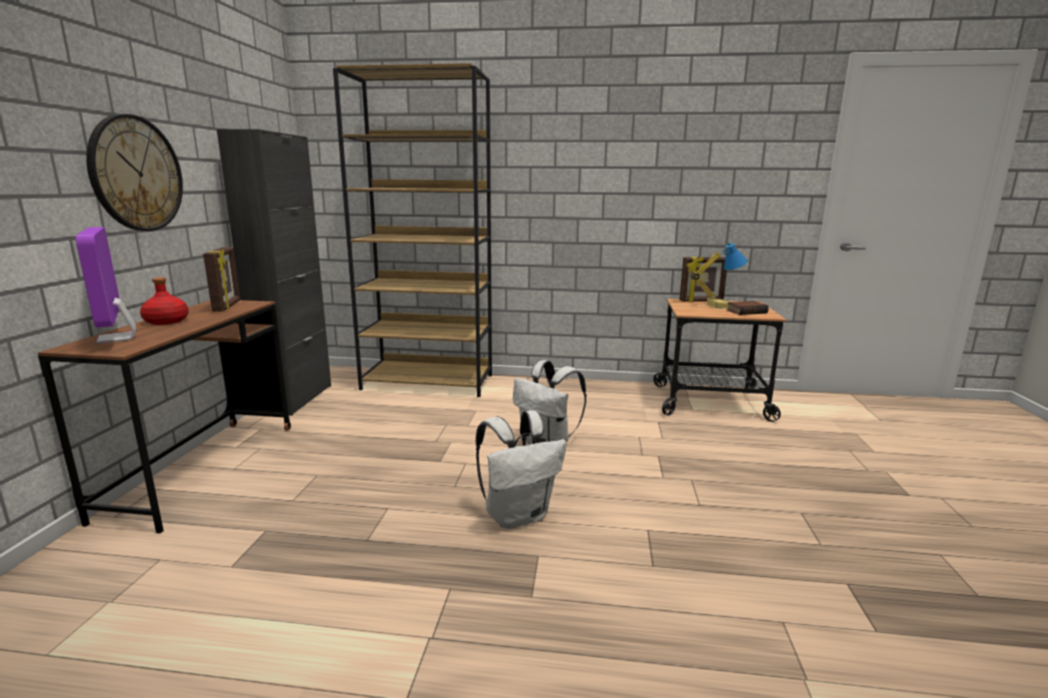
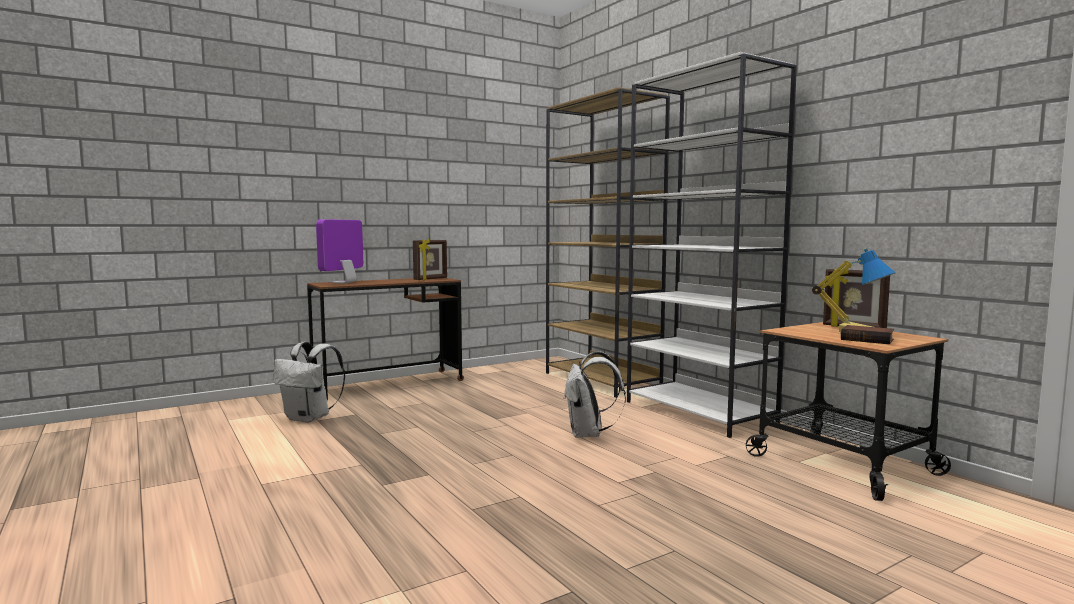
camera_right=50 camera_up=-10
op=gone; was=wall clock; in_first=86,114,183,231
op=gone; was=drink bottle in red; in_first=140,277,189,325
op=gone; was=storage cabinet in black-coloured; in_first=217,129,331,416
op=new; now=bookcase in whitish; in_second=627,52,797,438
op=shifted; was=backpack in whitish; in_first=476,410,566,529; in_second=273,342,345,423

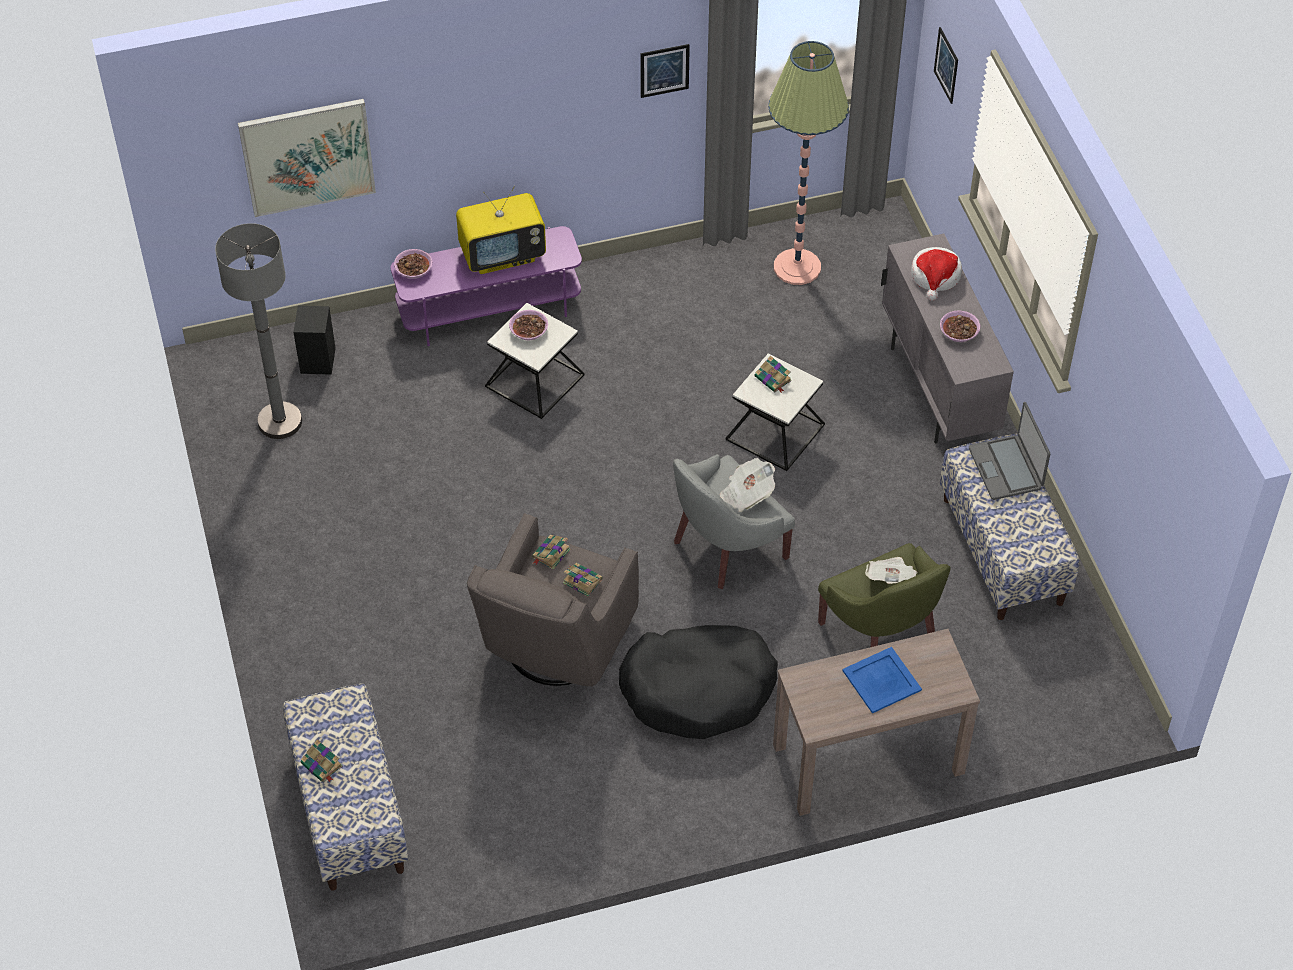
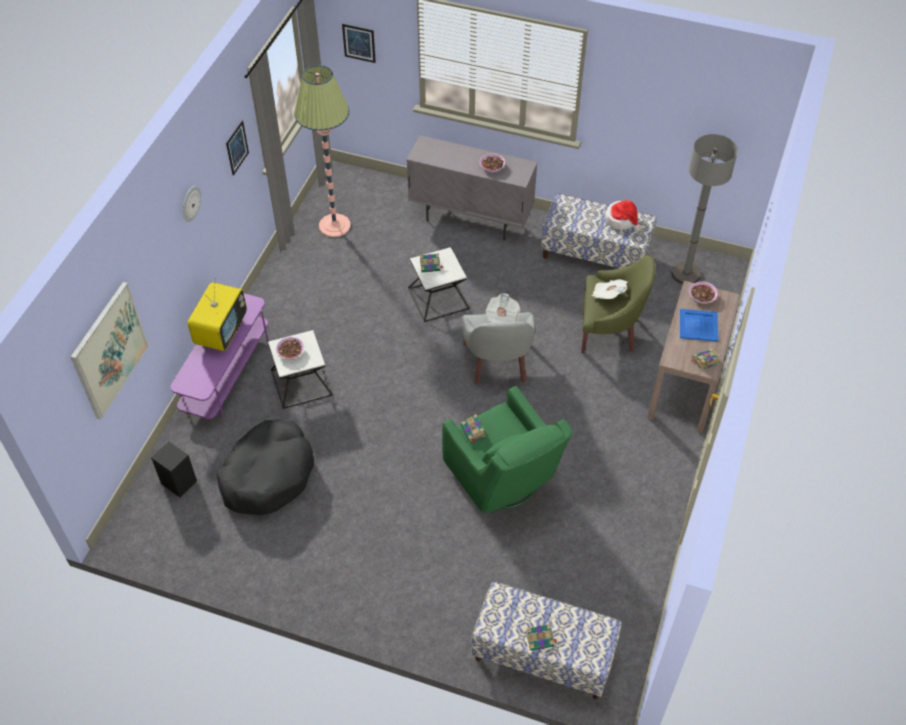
camera_right=-55 camera_up=0
op=gone; was=laptop; in_first=969,402,1050,500
op=new; now=wall clock; in_second=183,186,201,222
op=shifted; was=floor lamp in gray; in_first=215,223,302,439; in_second=671,134,738,284
op=shifted; was=bowl; in_first=394,249,432,279; in_second=689,281,718,304
op=shifted; was=bound book; in_first=563,563,603,597; in_second=690,349,721,370
op=shifted; was=pet bed in black-coloured; in_first=619,625,778,739; in_second=216,419,314,515
op=shifted; was=wearable hat; in_first=911,247,962,301; in_second=605,200,641,232
op=repainted; was=easy chair in gray; now=easy chair in greenish; in_first=467,513,639,687; in_second=442,385,572,513

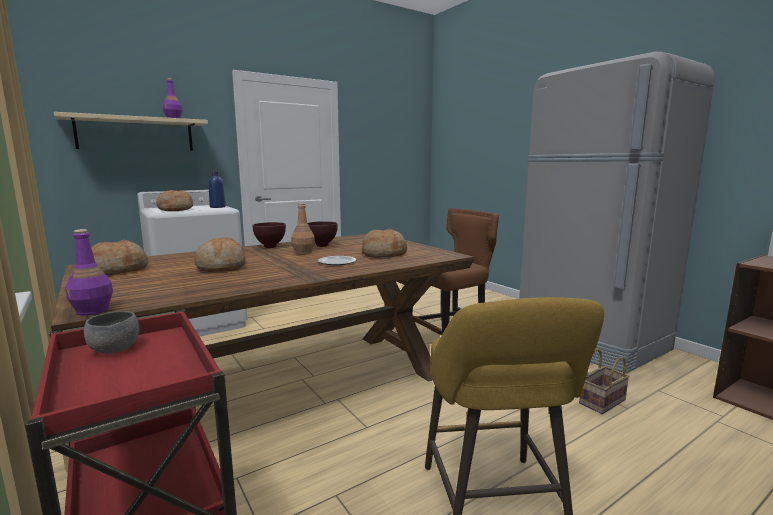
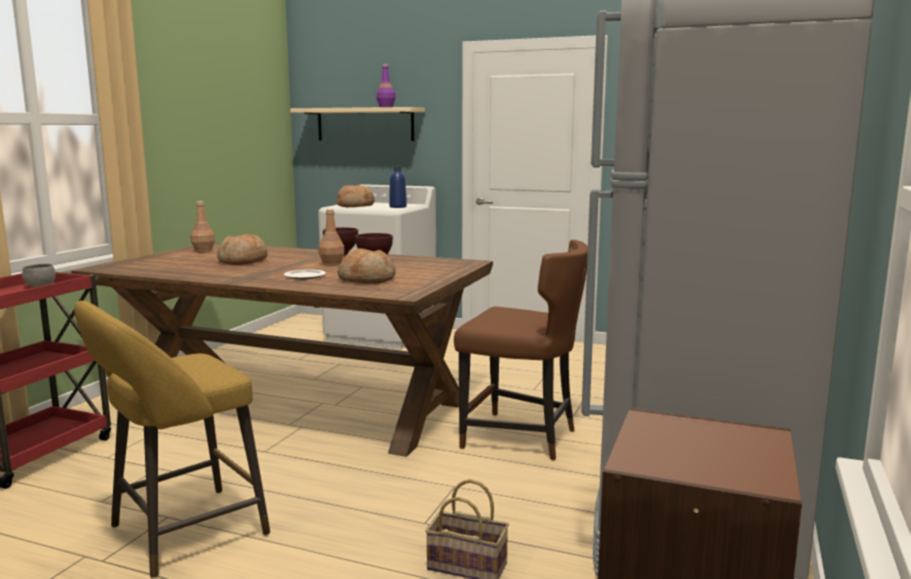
camera_right=55 camera_up=0
op=gone; was=drink bottle in purplish; in_first=65,229,113,316
op=swapped; was=bread; now=drink bottle in brown; in_first=91,240,148,276; in_second=190,201,215,252

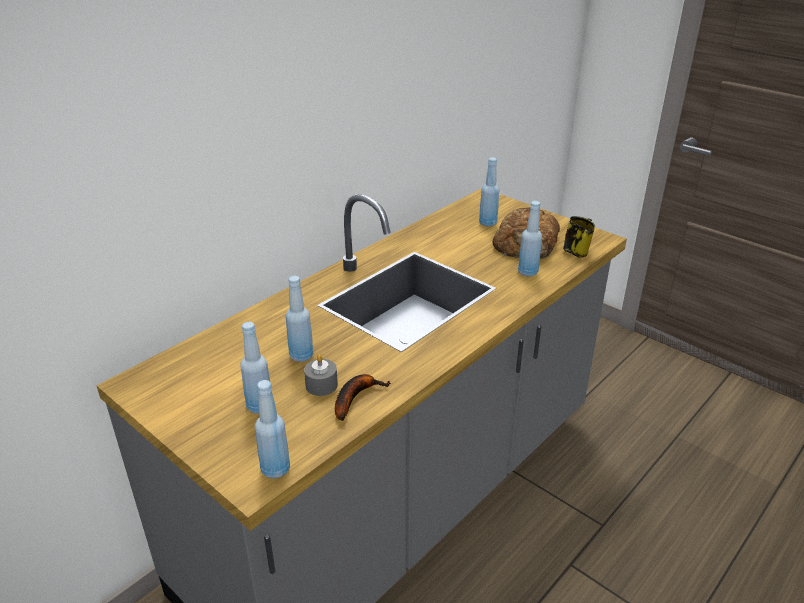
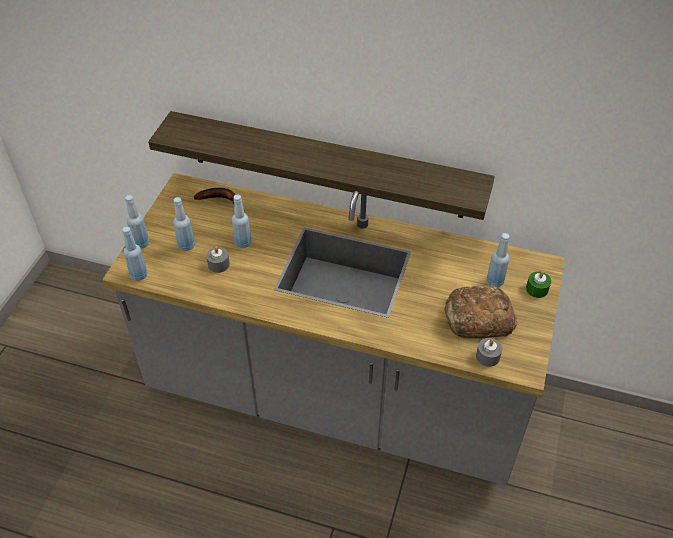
camera_right=65 camera_up=15
op=new; now=bracket shelf; in_second=148,111,495,220
op=new; now=candle in greenish; in_second=526,271,551,298
op=shifted; was=banana fruit; in_first=335,374,391,421; in_second=194,188,235,204
op=shifted; was=drink bottle in bluish; in_first=518,201,542,277; in_second=125,195,149,249
op=swapped; was=mug; now=candle in gray; in_first=563,216,595,258; in_second=476,338,502,367

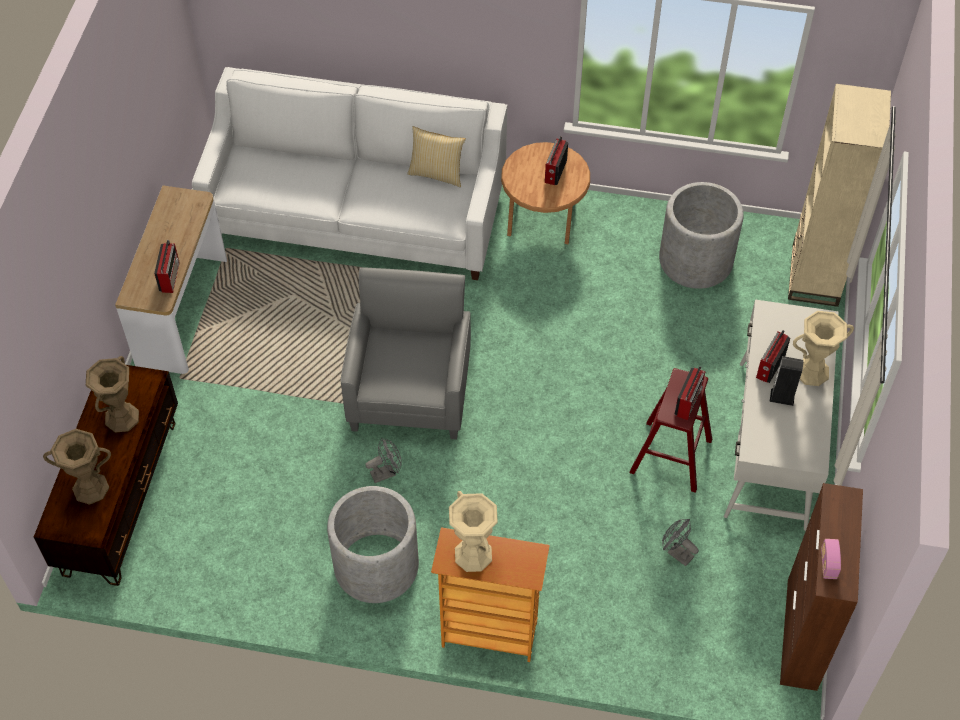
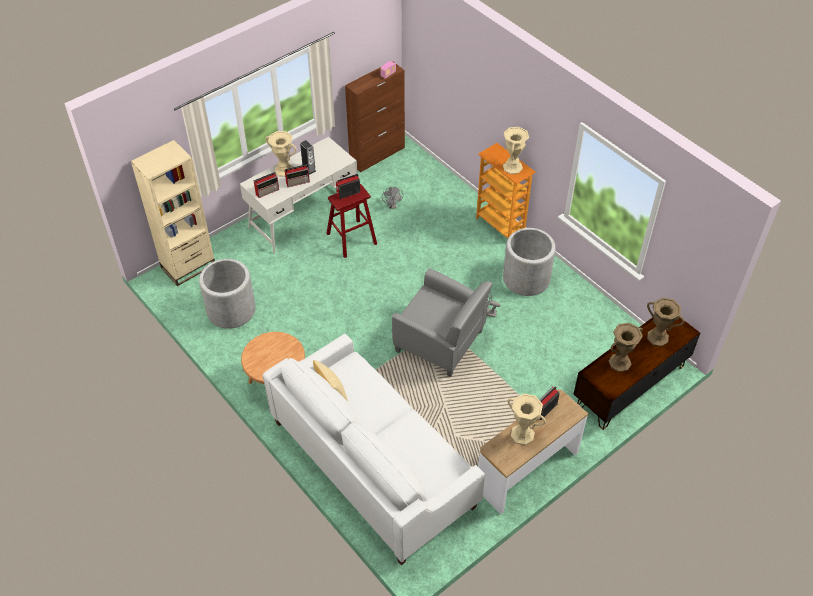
camera_right=-140 camera_up=-5
op=new; now=flower vase in beige-coloured; in_second=508,394,546,445
op=shifted; was=radio set; in_first=545,136,568,185; in_second=254,172,279,198
op=rotated; was=easy chair in gray; in_first=340,267,471,440; in_second=392,268,492,377; clockwise=-105

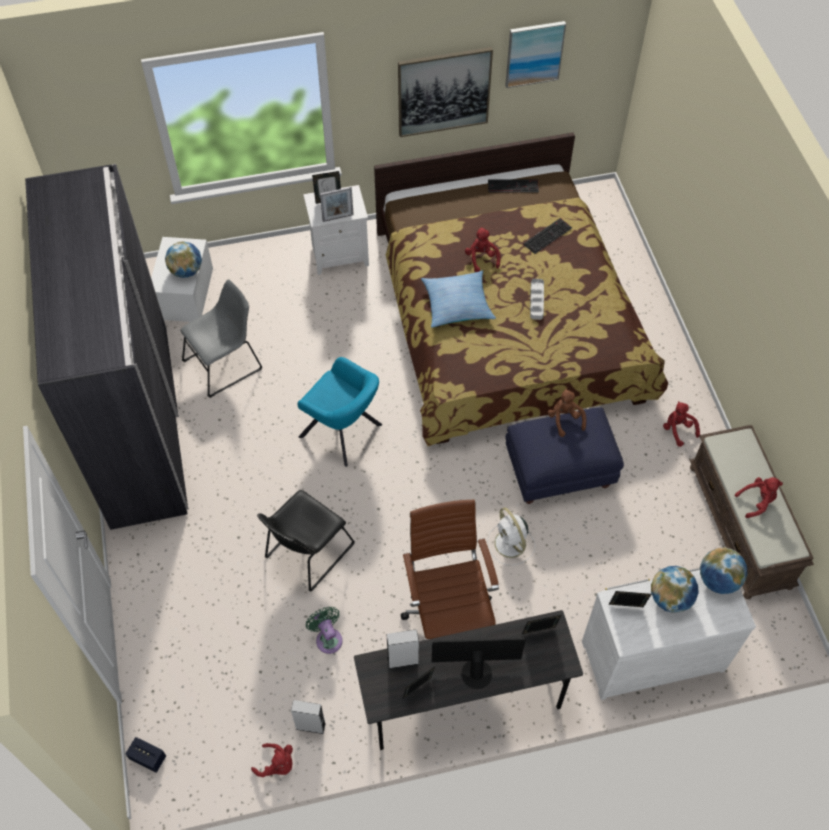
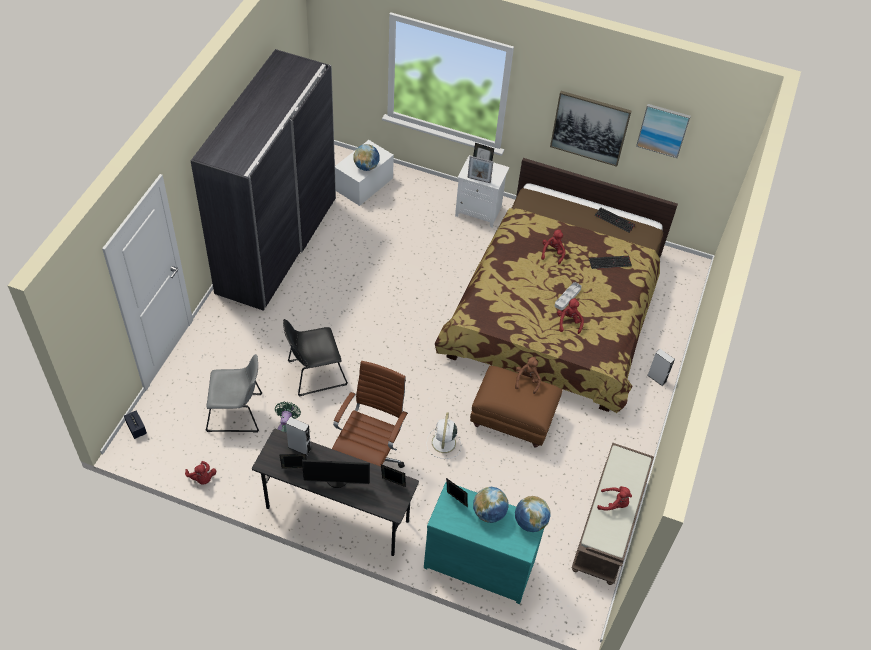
camera_right=30 camera_up=-5
op=gone; was=easy chair in turquoise-coloured; in_first=298,357,382,467
op=gone; was=cushion; in_first=421,270,496,328
op=shifted; was=plain chair in gray; in_first=181,279,262,398; in_second=206,354,262,432
op=shifted; was=audio speaker in gray; in_first=291,700,326,734; in_second=647,349,675,386
op=shifted; was=cuddly toy in red; in_first=663,401,700,447; in_second=557,298,584,334
op=repainted; was=footrest in bluish; now=footrest in brown; in_first=506,408,624,504; in_second=470,365,563,448
op=repainted; was=drawer chest in whitish; now=drawer chest in turquoise-coloured; in_first=582,568,756,700; in_second=424,482,544,604
op=rotated; was=computer display; in_first=432,638,526,689; in_second=302,460,370,488; clockwise=150

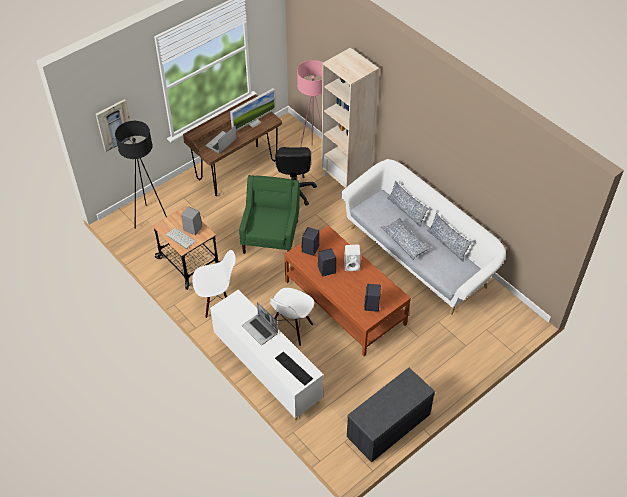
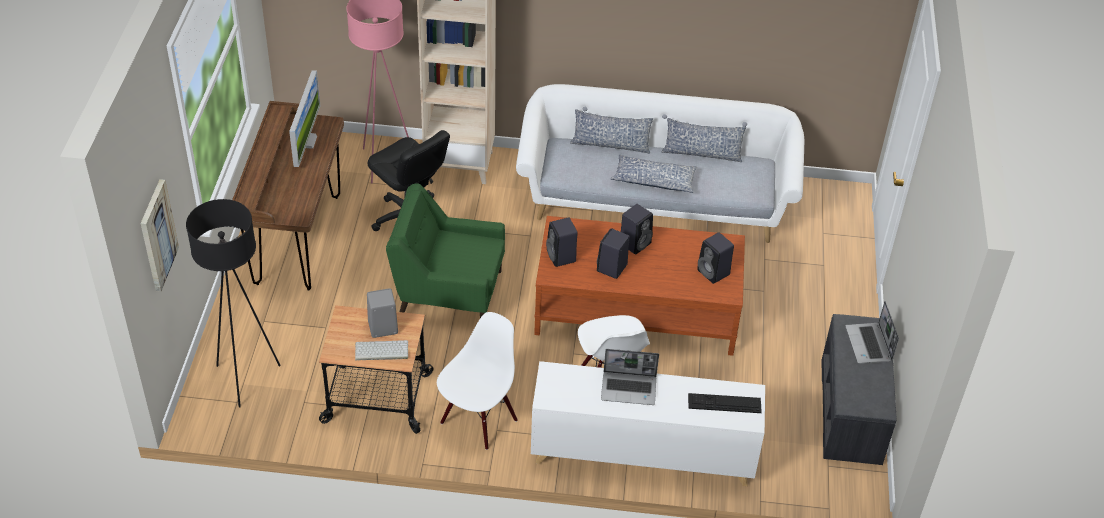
camera_right=-45 camera_up=-5
op=shifted; was=laptop; in_first=206,125,237,154; in_second=845,301,899,364
op=repainted; was=audio speaker in whitish; now=audio speaker in black-coloured; in_first=344,245,361,271; in_second=621,204,653,255
op=rotated; was=easy chair in greenish; in_first=239,175,300,254; in_second=386,183,505,318; clockwise=-45

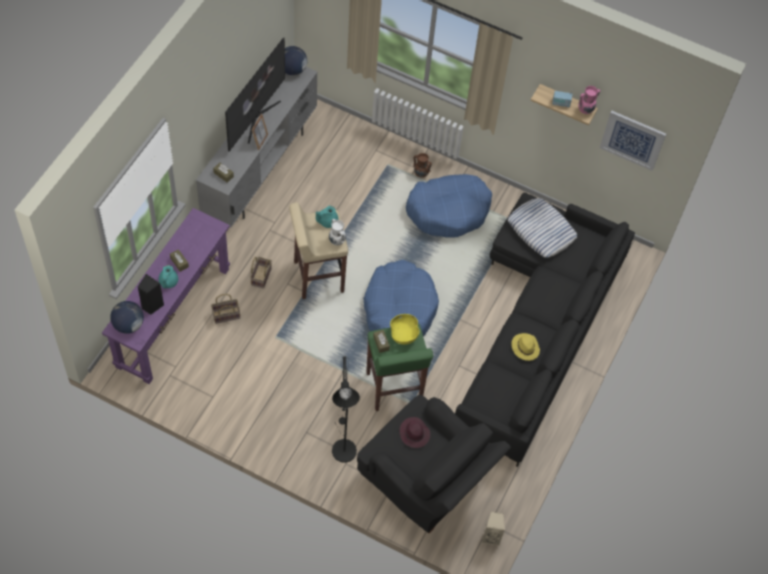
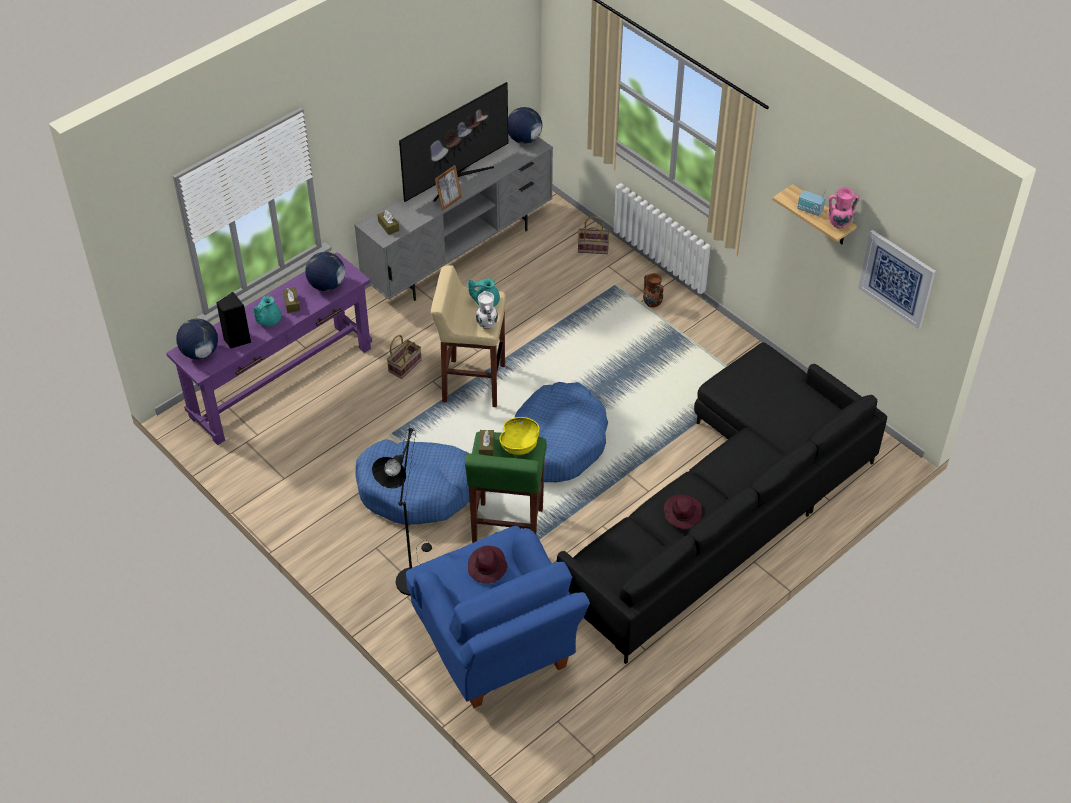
camera_right=25 camera_up=-10
op=gone; was=audio speaker in beige-coloured; in_first=482,512,505,546
op=gone; was=cushion; in_first=508,198,577,257
op=new; now=desk globe; in_second=305,252,345,291
op=shifted; was=household basket; in_first=211,294,240,324; in_second=578,216,610,254
op=shifted; was=pet bed in bluish; in_first=406,174,492,238; in_second=355,439,469,525
op=repainted; was=easy chair in black-coloured; now=easy chair in bluish; in_first=357,395,511,534; in_second=406,526,590,708
op=repainted; was=wearable hat in yellow; now=wearable hat in purplish; in_first=511,333,540,361; in_second=664,495,702,529

